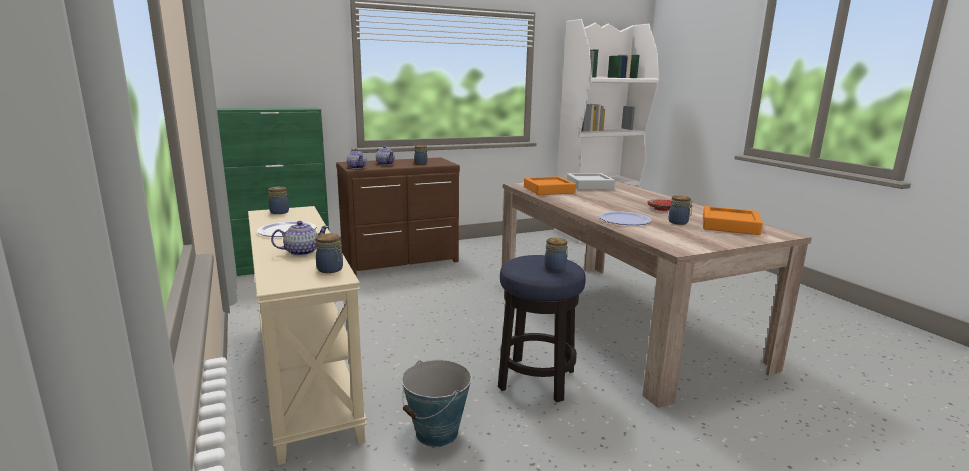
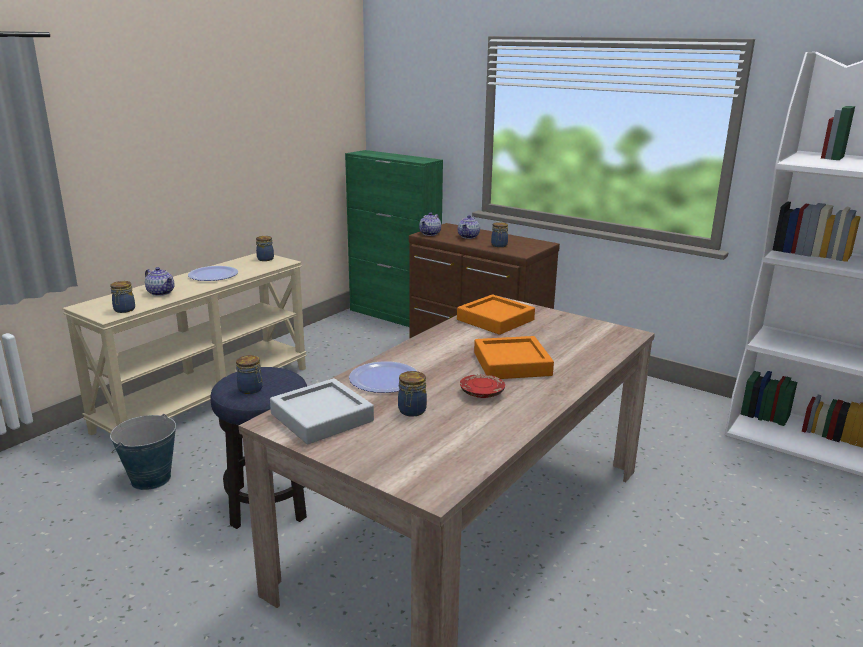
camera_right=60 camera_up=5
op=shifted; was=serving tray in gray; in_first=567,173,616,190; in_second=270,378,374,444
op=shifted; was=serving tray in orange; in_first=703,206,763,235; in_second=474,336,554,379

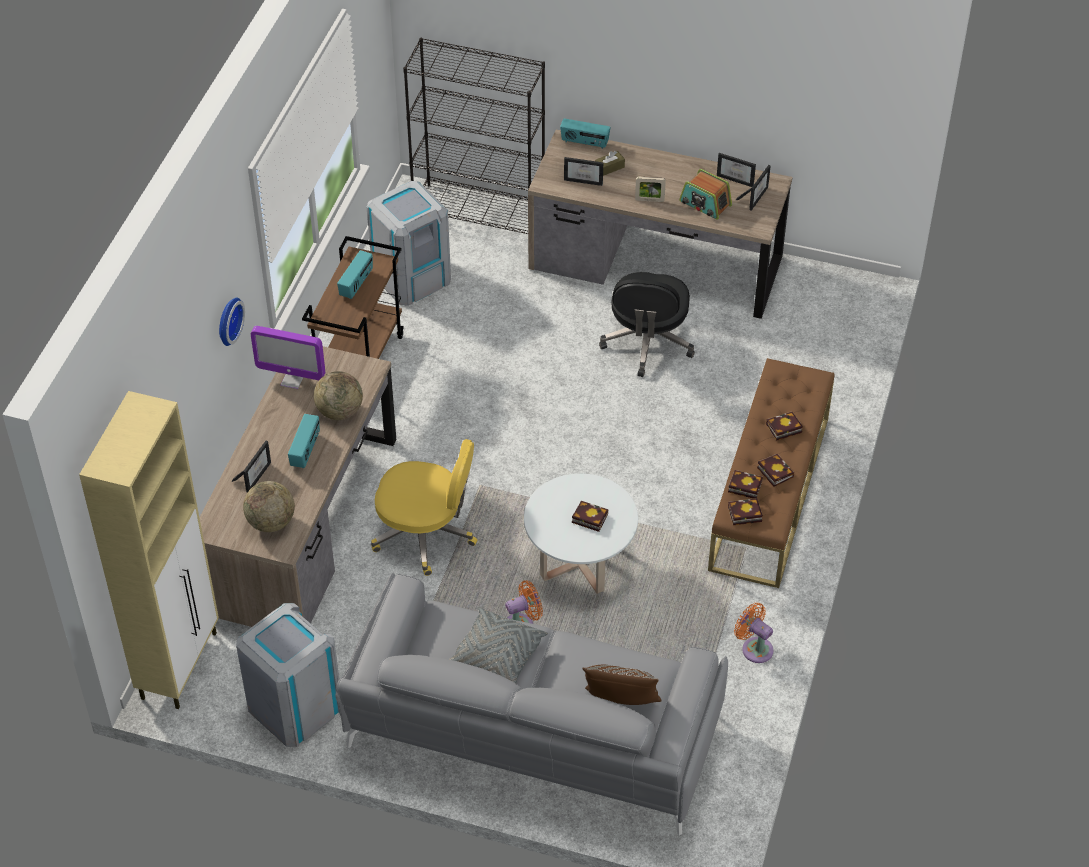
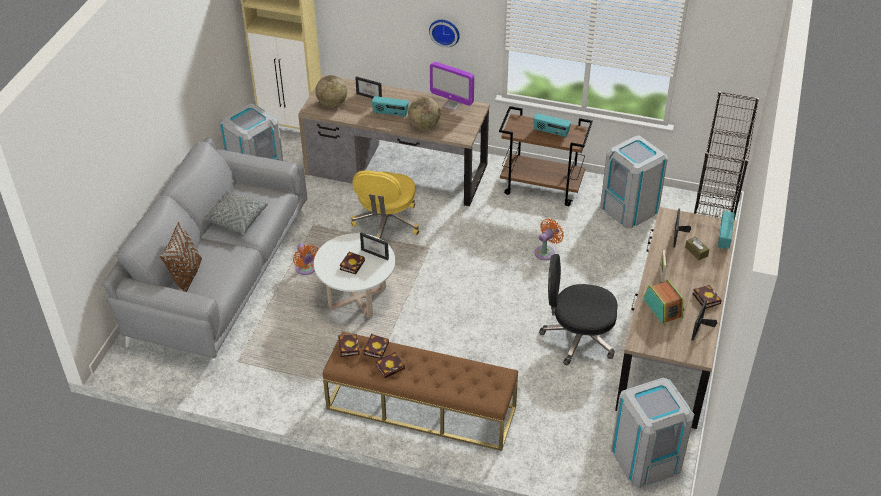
camera_right=90 camera_up=-5
op=new; now=rubbish bin in gray; in_second=611,378,694,488
op=shifted; was=fan in orange; in_first=734,603,773,663; in_second=535,219,564,260
op=shifted; was=picture frame; in_first=736,165,771,211; in_second=360,233,389,260
op=shifted; was=bound book; in_first=766,412,803,441; in_second=693,285,722,309
op=rotated; was=computer display; in_first=251,326,325,389; in_second=430,62,474,111; clockwise=-75
op=rotated; was=radio set; in_first=679,169,732,220; in_second=643,279,684,325; clockwise=120

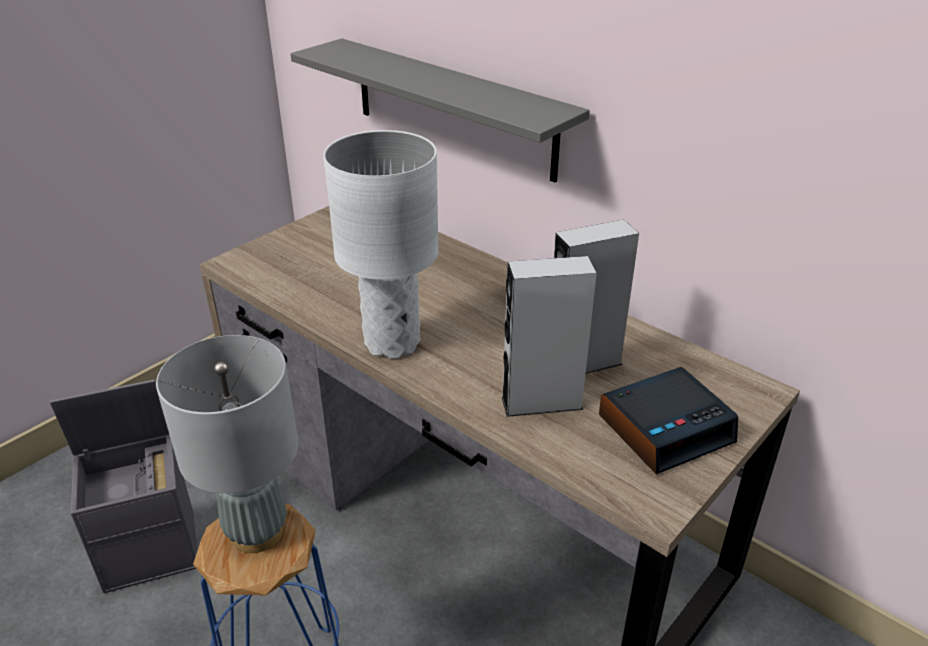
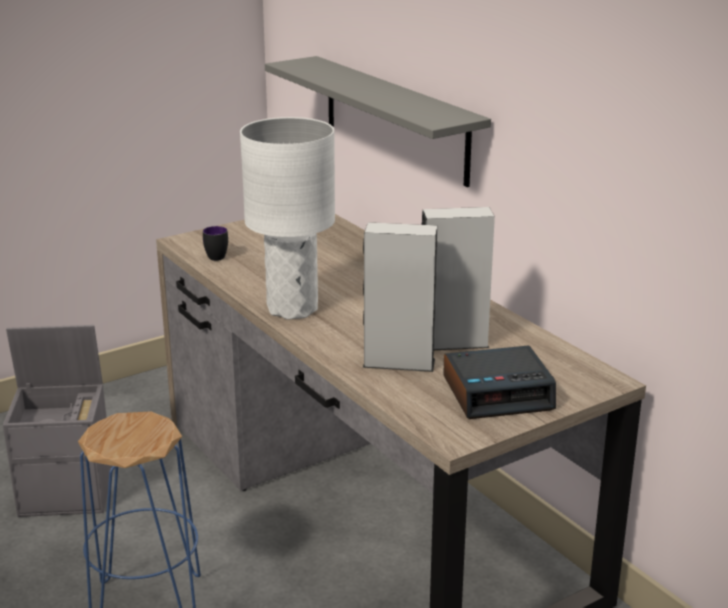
camera_right=15 camera_up=-10
op=gone; was=tabletop lamp in gray; in_first=156,335,298,553
op=new; now=mug; in_second=203,226,228,261

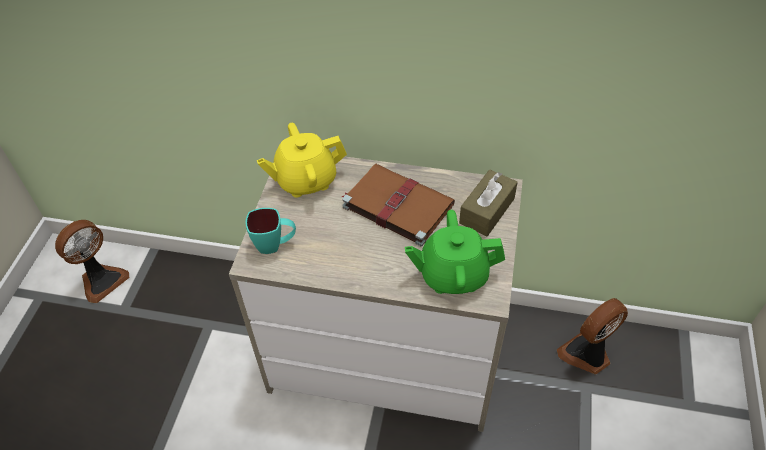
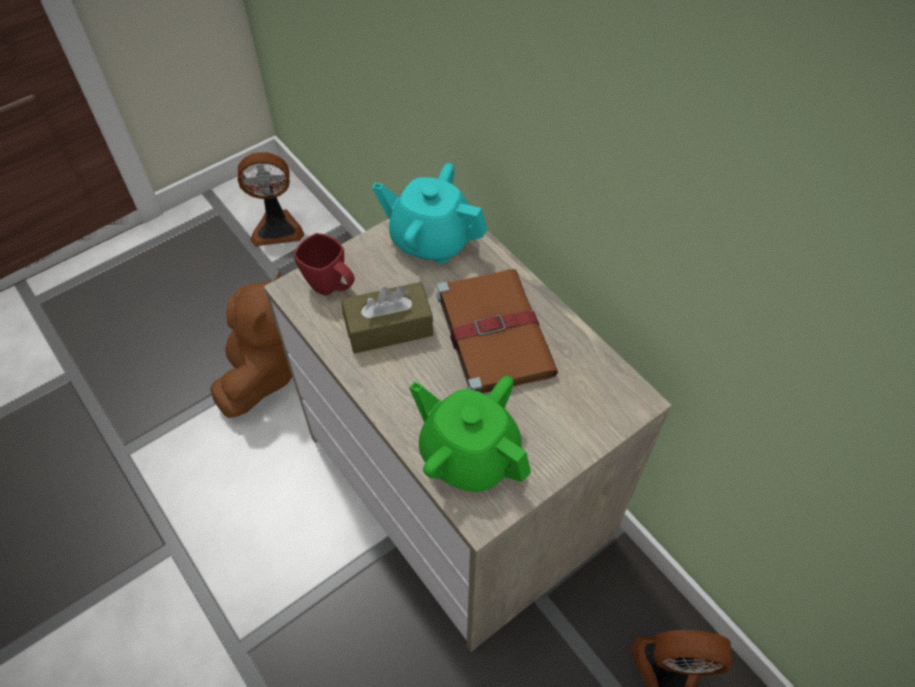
camera_right=40 camera_up=5
op=new; now=cuddly toy in brown; in_second=210,272,292,418
op=shifted; was=tissue box in brown; in_first=459,170,518,236; in_second=341,282,433,354
op=repainted; was=mug in turquoise-coloured; now=mug in red; in_first=245,208,296,254; in_second=294,233,355,296
op=repainted; was=pot for tea in yellow; now=pot for tea in turquoise-coloured; in_first=257,123,347,198; in_second=372,163,487,264

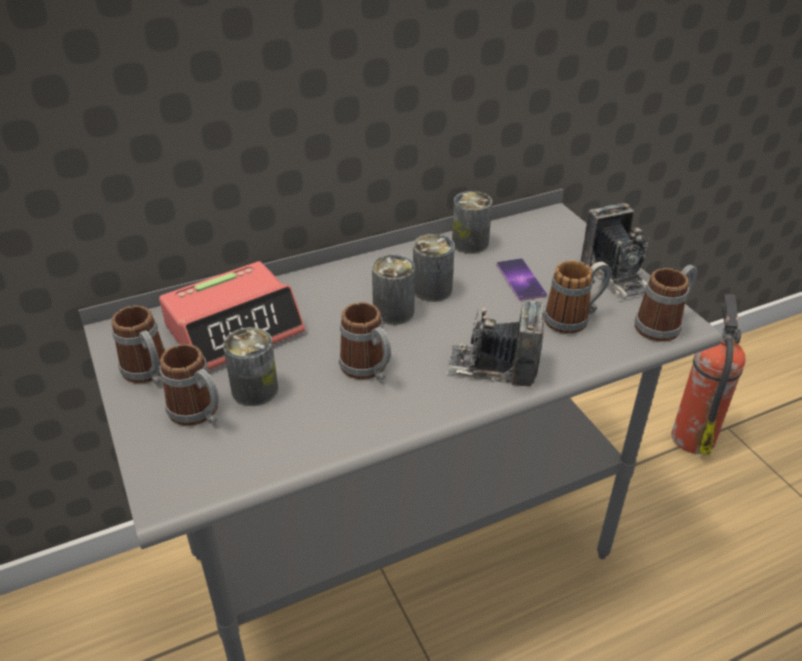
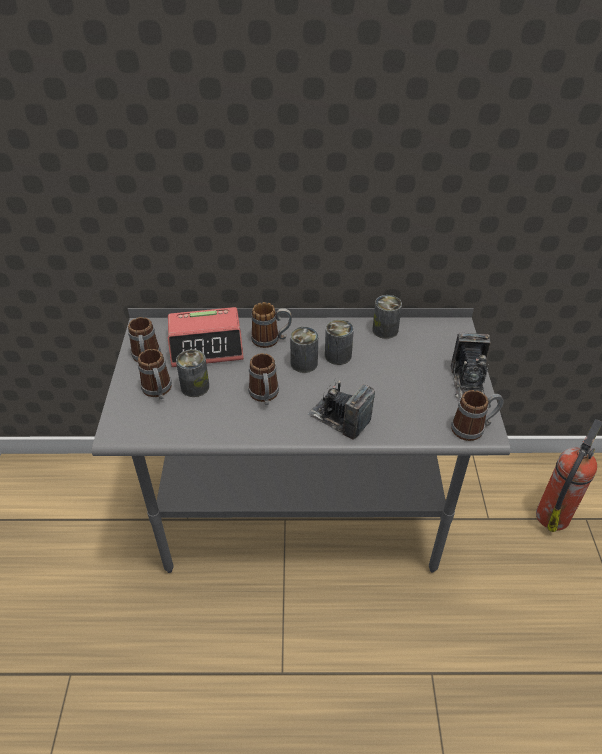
camera_right=25 camera_up=5
op=gone; was=telephone; in_first=496,258,547,301
op=shifted; was=mug; in_first=544,260,611,334; in_second=251,302,292,348

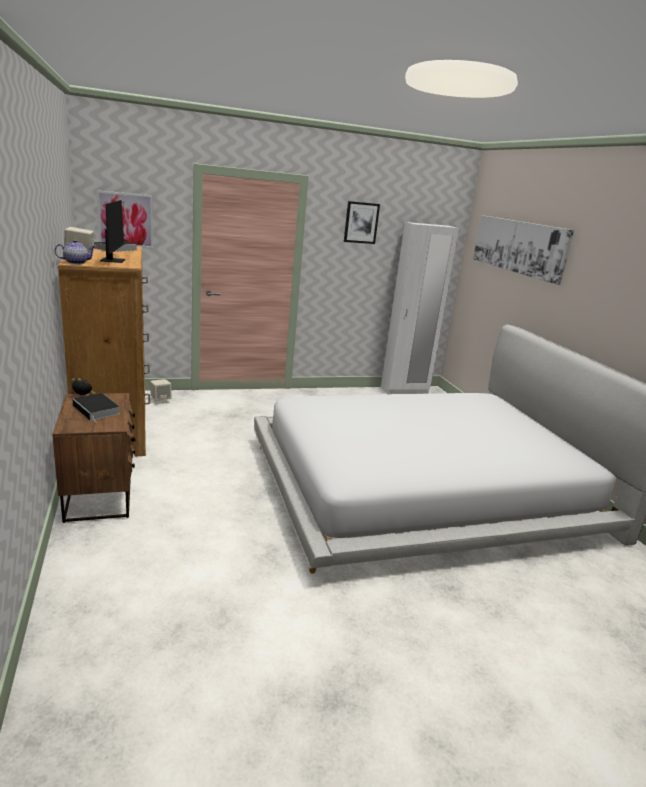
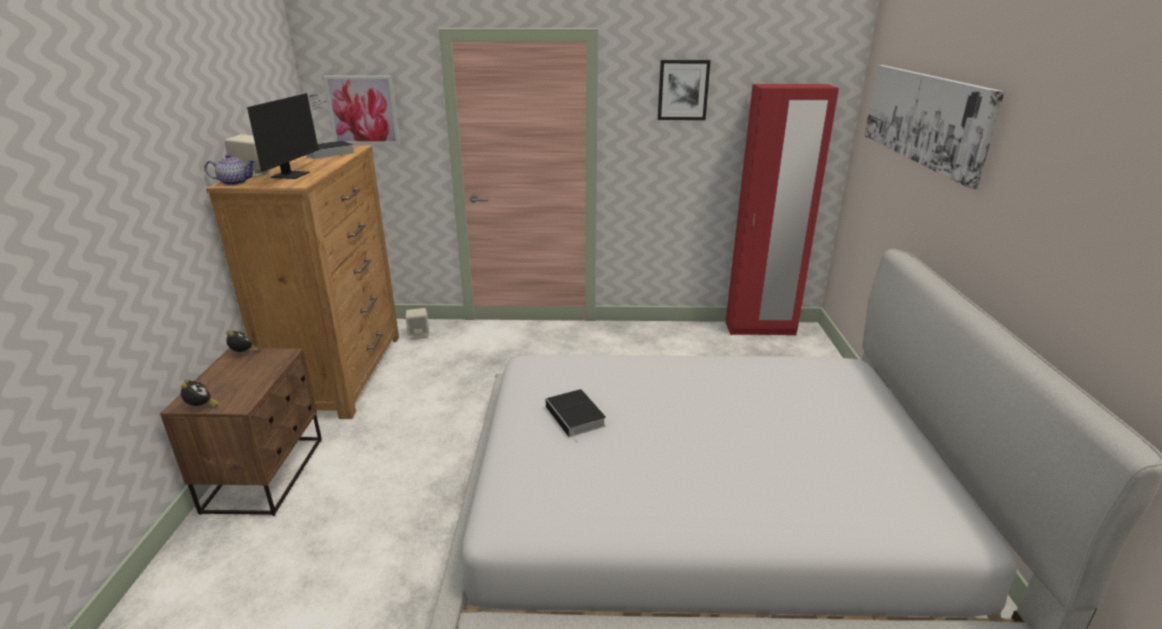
camera_right=20 camera_up=5
op=new; now=bedside clock; in_second=181,379,219,407
op=shifted; was=bound book; in_first=72,393,120,423; in_second=546,389,606,443
op=repainted; was=wardrobe in whitish; now=wardrobe in red; in_first=381,222,459,394; in_second=726,84,839,336

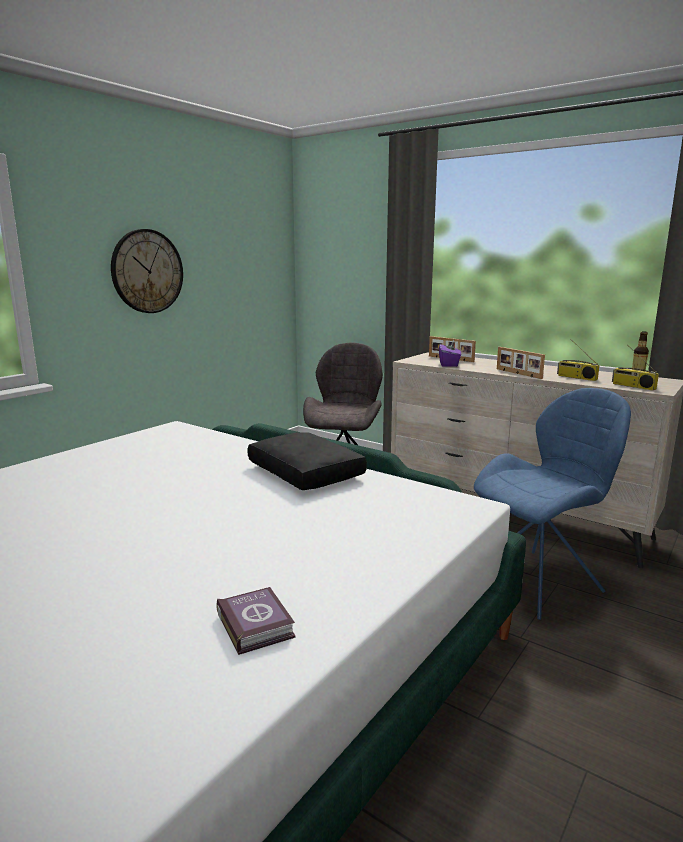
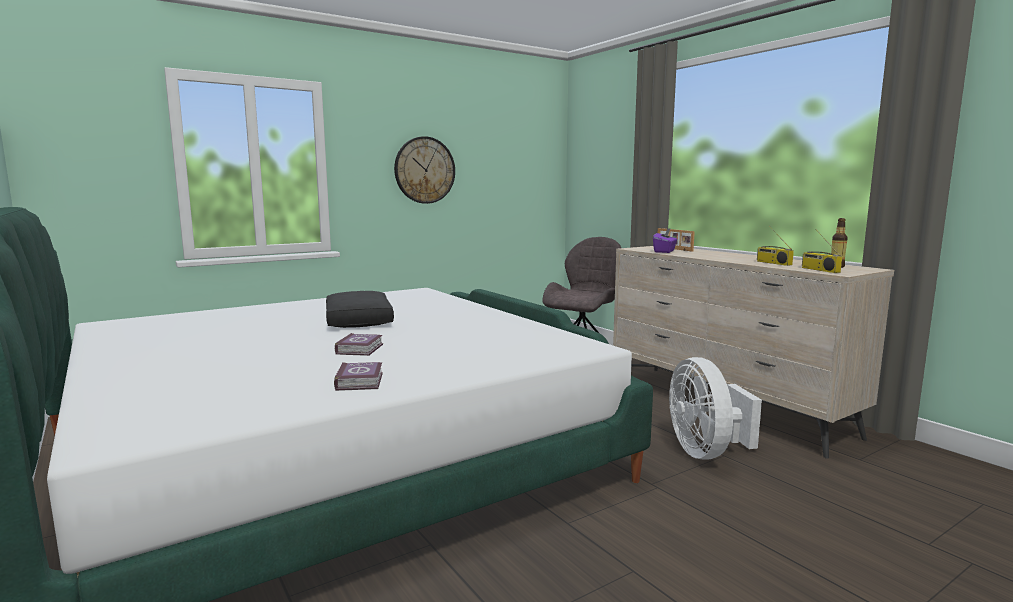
camera_right=20 camera_up=-5
op=gone; was=picture frame; in_first=497,347,545,379
op=new; now=bound book; in_second=335,333,383,356
op=shifted; was=cushion in black-coloured; in_first=247,432,367,490; in_second=326,291,394,328
op=swapped; was=plain chair in bluish; now=fan in whitish; in_first=474,388,631,620; in_second=669,357,762,460

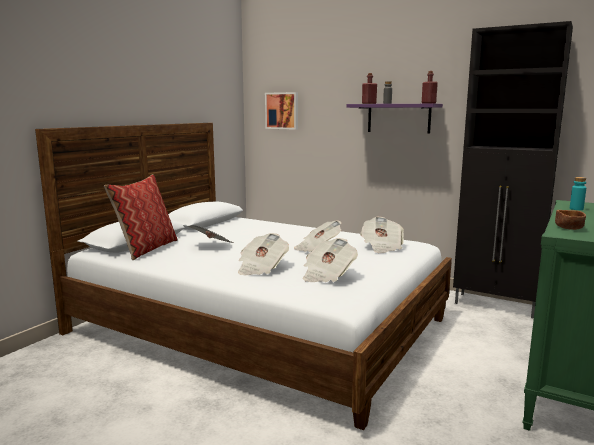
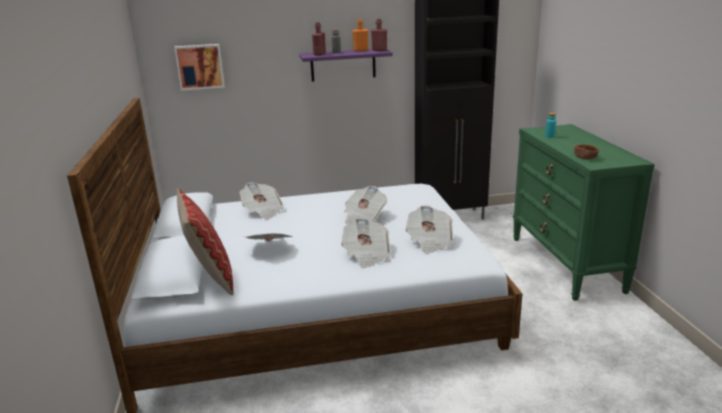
camera_right=-40 camera_up=10
op=new; now=drink bottle in orange; in_second=352,19,368,51
op=shifted; was=printed paper; in_first=360,217,404,253; in_second=239,182,284,219

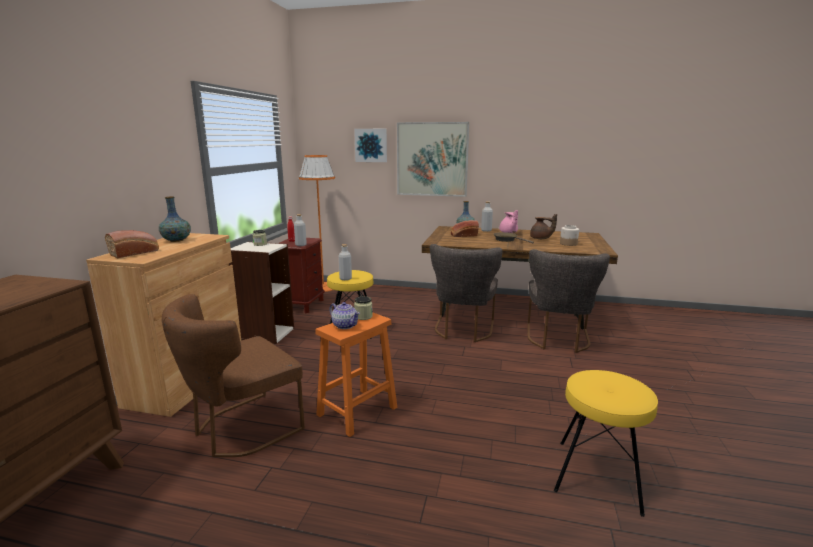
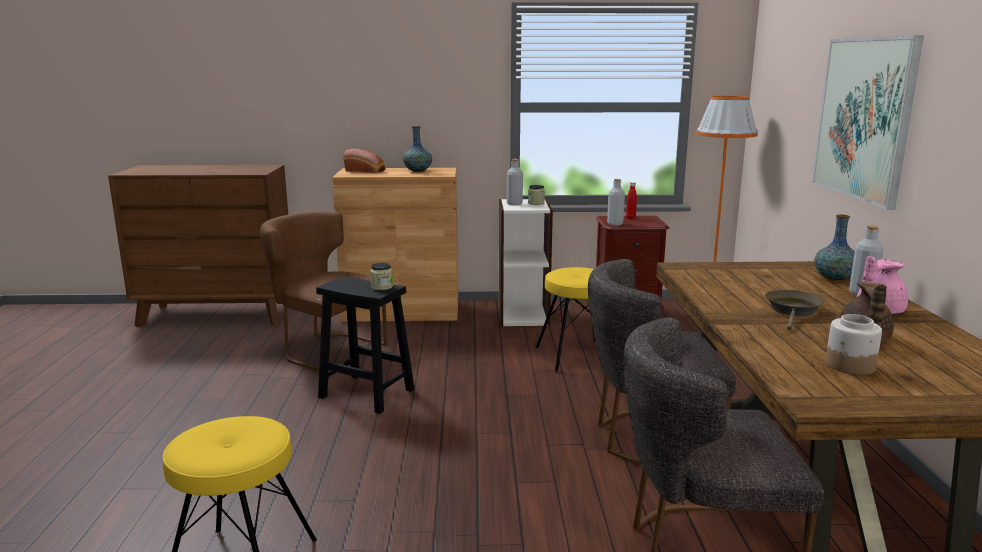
camera_right=75 camera_up=0
op=gone; was=pot for tea; in_first=330,302,360,329
op=gone; was=picture; in_first=354,129,387,162
op=gone; was=bread; in_first=451,220,479,237
op=shifted; was=drink bottle in gray; in_first=339,244,352,280; in_second=507,159,523,205
op=repainted; was=sitting stool in orange; now=sitting stool in black-coloured; in_first=315,312,397,437; in_second=316,276,415,414

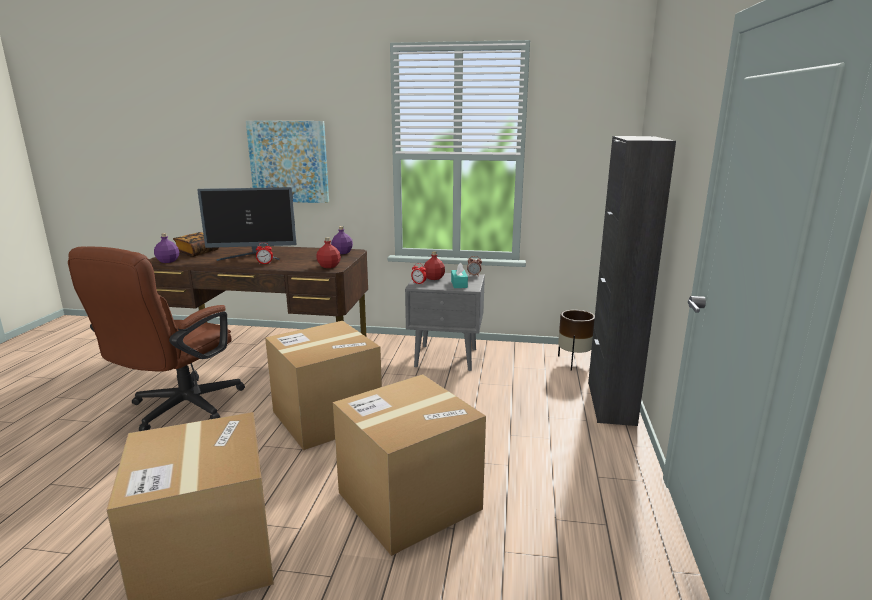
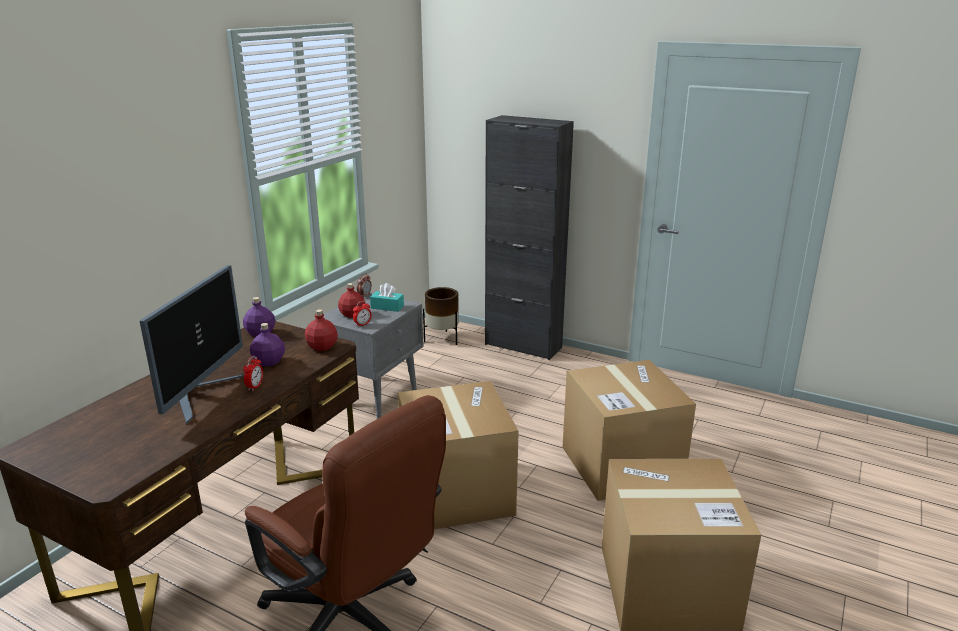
camera_right=-70 camera_up=5
op=gone; was=bound book; in_first=173,232,219,257
op=gone; was=picture; in_first=246,121,329,203
op=shifted; was=drink bottle in purplish; in_first=154,233,179,263; in_second=250,323,285,366

